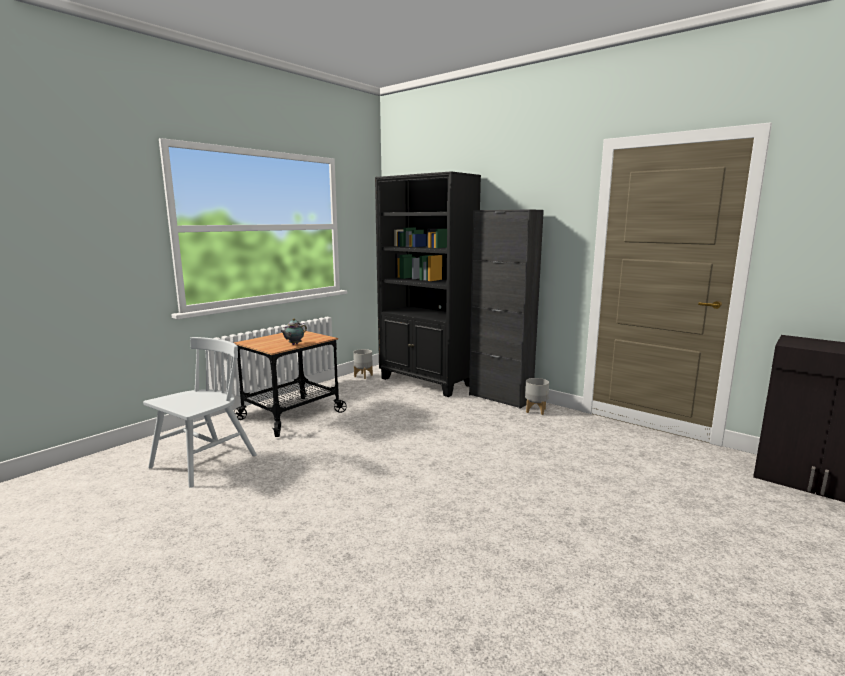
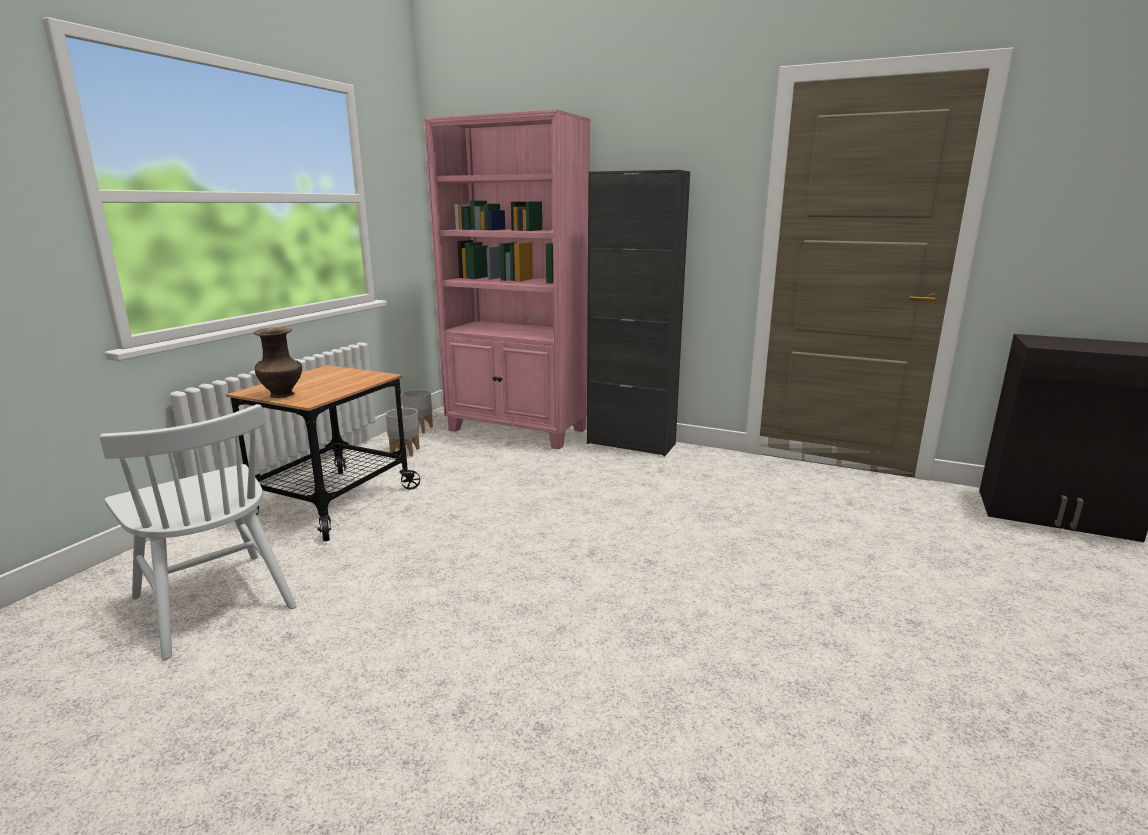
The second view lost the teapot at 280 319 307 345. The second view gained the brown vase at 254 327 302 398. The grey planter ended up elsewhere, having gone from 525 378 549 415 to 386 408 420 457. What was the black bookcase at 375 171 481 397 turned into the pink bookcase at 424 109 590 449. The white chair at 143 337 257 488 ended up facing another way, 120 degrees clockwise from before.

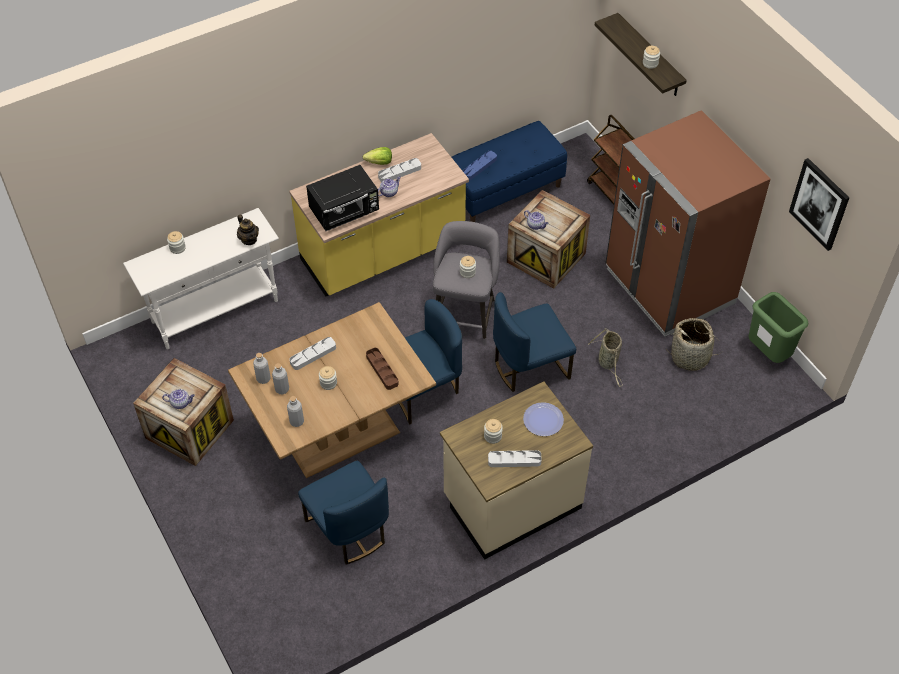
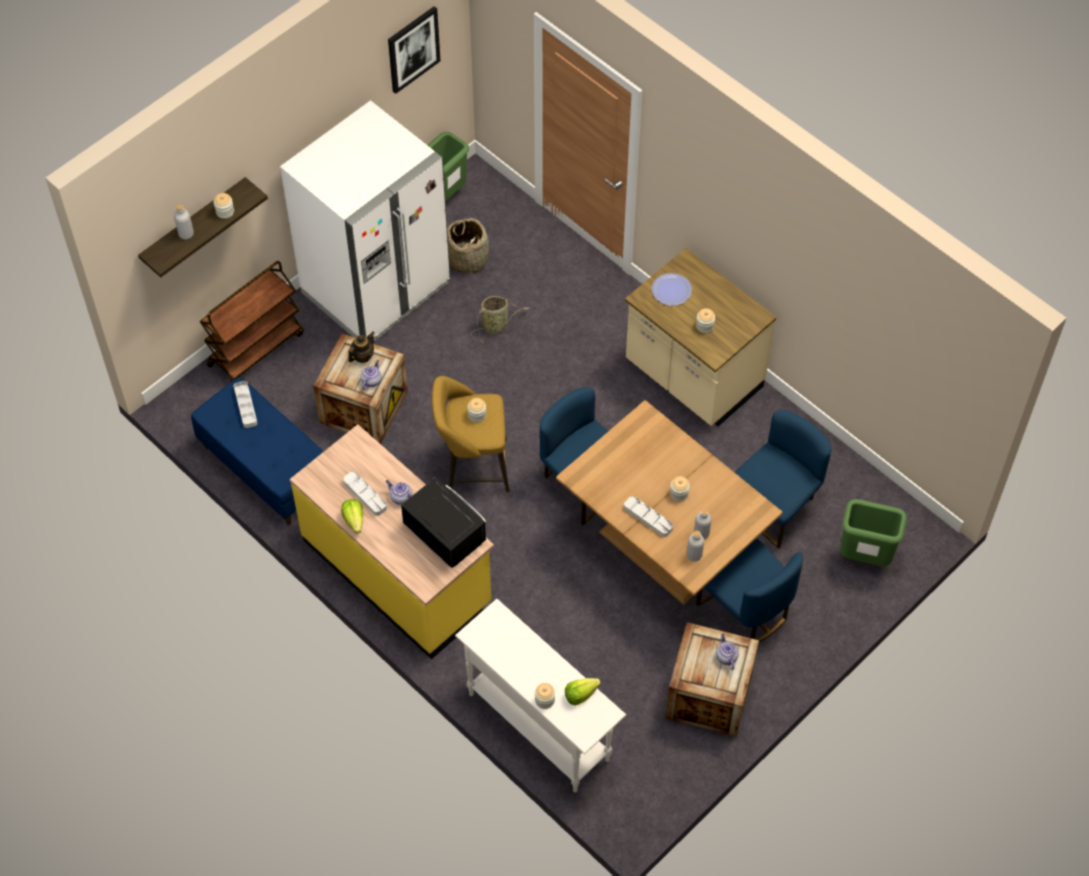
The second view lost the brown tray at 366 348 399 390. The second view lost the blue tray at 462 151 497 180. The second view gained the lettuce at 565 678 601 705. The second view gained the green trash can at 840 499 907 566. The teapot ended up elsewhere, having gone from 237 214 259 245 to 348 331 375 363. The grey bottle ended up elsewhere, having gone from 287 396 304 427 to 174 205 194 240. The grey tray ended up elsewhere, having gone from 488 450 542 467 to 234 381 257 428. The blue chair ended up elsewhere, having gone from 493 292 576 392 to 696 538 803 642. What was the grey stool at 433 221 500 345 turned into the yellow stool at 432 376 510 492. What was the brown fridge at 605 110 770 337 turned into the white fridge at 280 100 450 341.

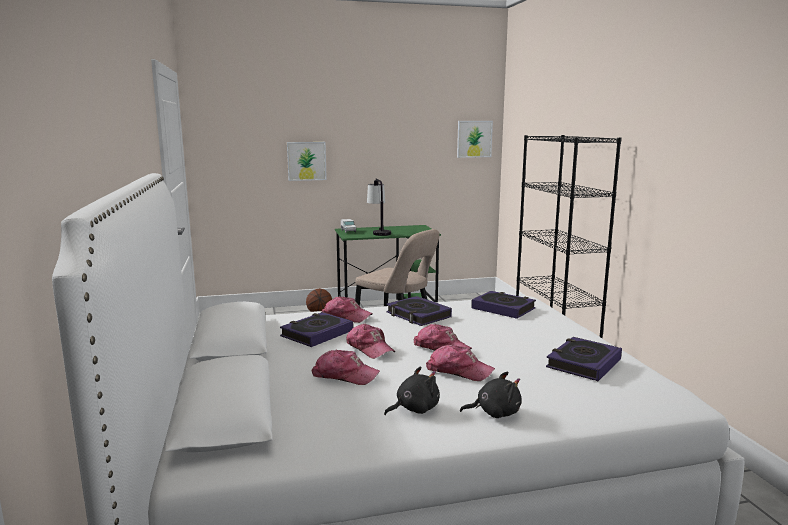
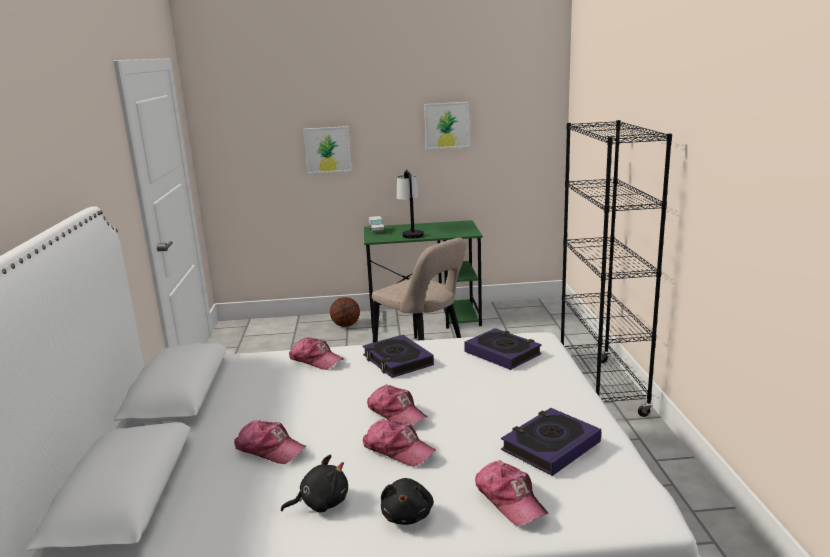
The second view lost the book at 280 312 353 347. The cap ended up elsewhere, having gone from 346 324 395 359 to 475 460 549 526. The picture ended up elsewhere, having gone from 457 121 493 158 to 424 102 470 149. The black plush toy at 460 371 521 418 ended up facing another way, 90 degrees clockwise from before.

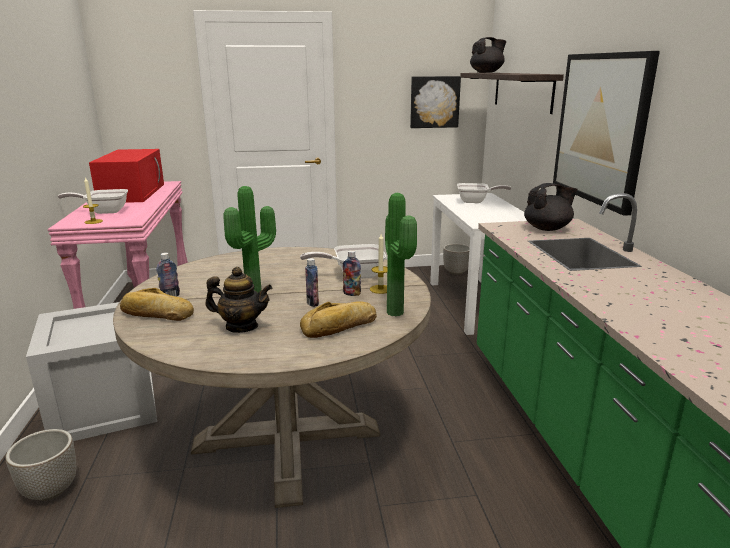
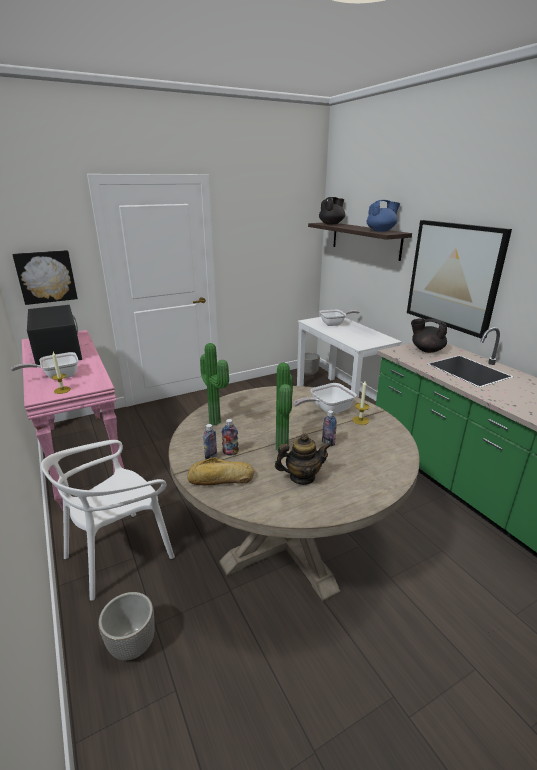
The second view lost the bread at 300 301 377 338. The second view gained the blue teapot at 367 200 400 232. The bottle ended up elsewhere, having gone from 343 250 361 296 to 221 419 239 456. The potted plant ended up elsewhere, having gone from 385 193 417 317 to 200 343 229 425. The picture ended up elsewhere, having gone from 410 76 461 128 to 13 250 78 305. Where the crate stood at 26 302 157 441, the white chair came to stand at 41 440 175 601. What was the red microwave at 89 149 164 203 turned into the black microwave at 27 305 82 365. The black teapot at 524 183 578 231 ended up facing another way, 120 degrees counterclockwise from before.

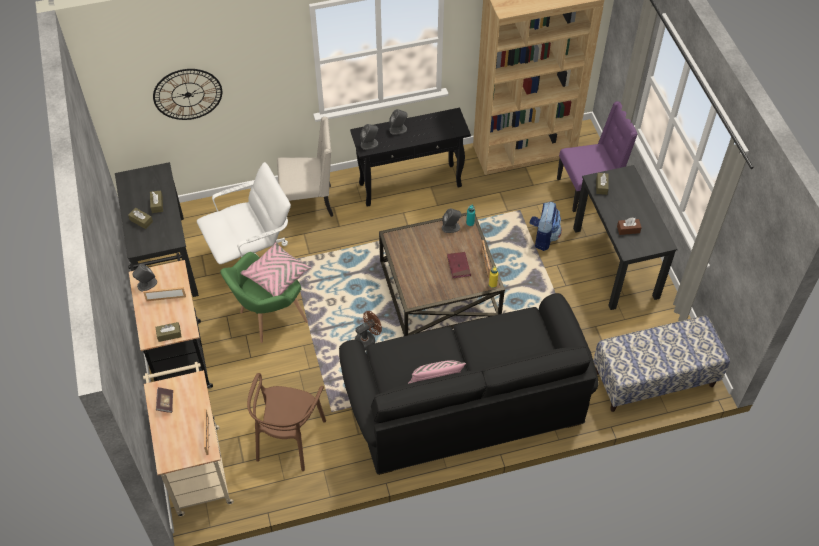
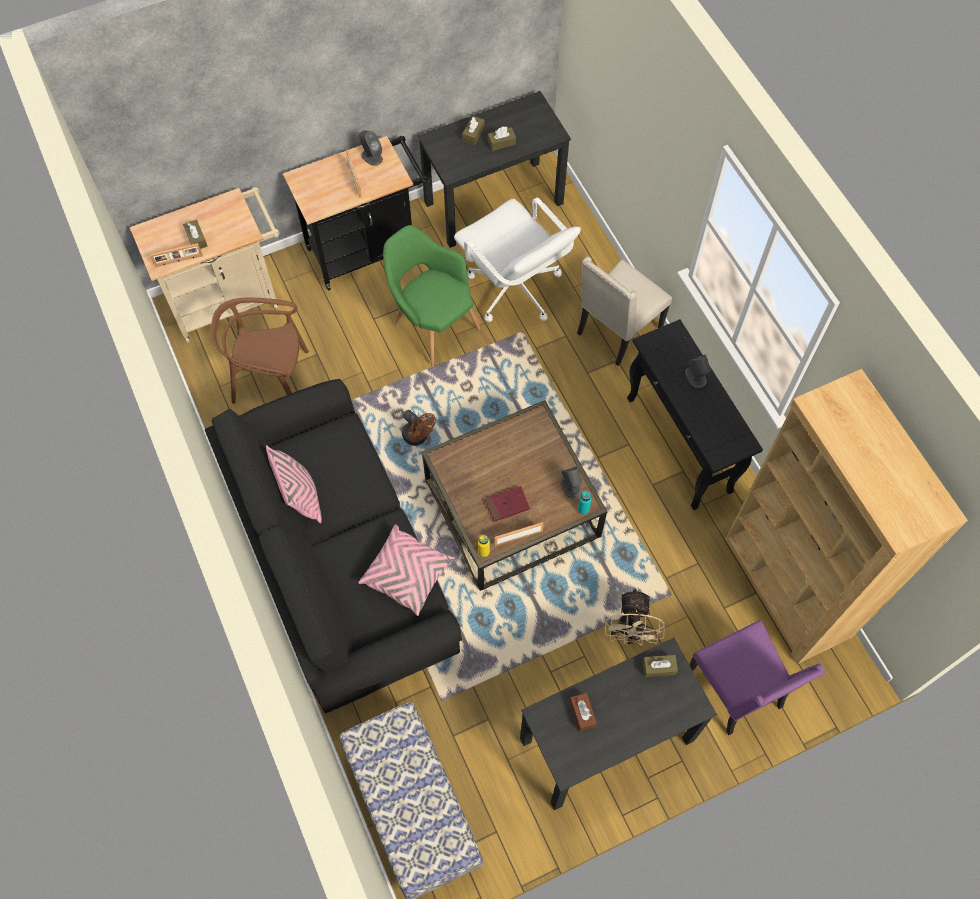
The second view lost the wall clock at 153 69 222 120. The second view lost the book at 156 387 173 413. The second view lost the grey speaker at 360 124 378 150. The brown tissue box ended up elsewhere, having gone from 156 322 182 342 to 183 219 207 249. The pink pillow ended up elsewhere, having gone from 240 242 311 296 to 358 524 455 616. Where the backpack stood at 529 202 562 251, the beige fan came to stand at 605 589 665 645. The beige chair at 277 117 333 217 ended up facing another way, 60 degrees clockwise from before.

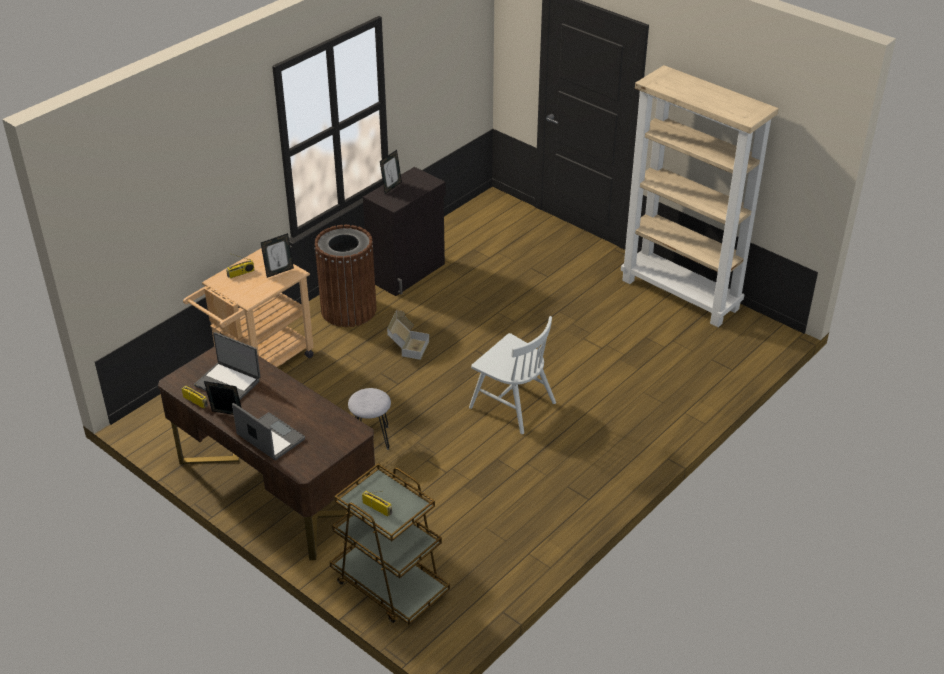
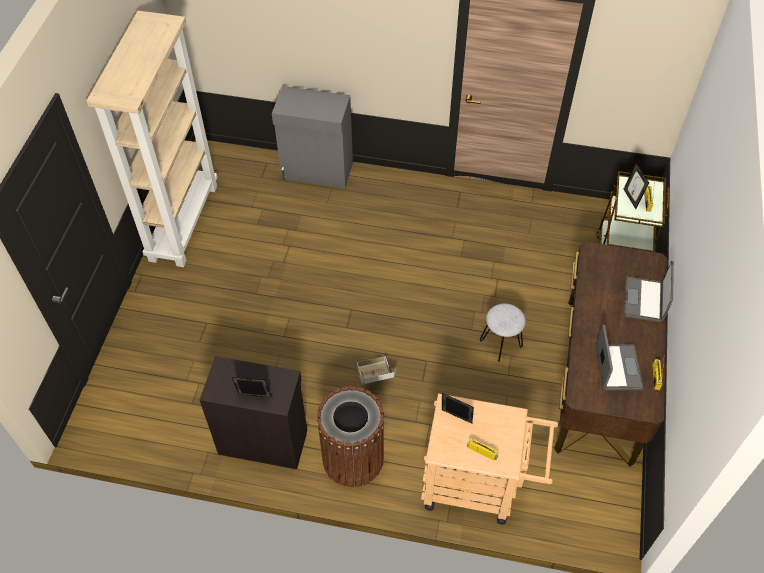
The second view lost the white chair at 469 316 556 434. The second view gained the grey cabinet at 272 86 353 189. The picture frame ended up elsewhere, having gone from 204 381 242 415 to 624 163 649 209.

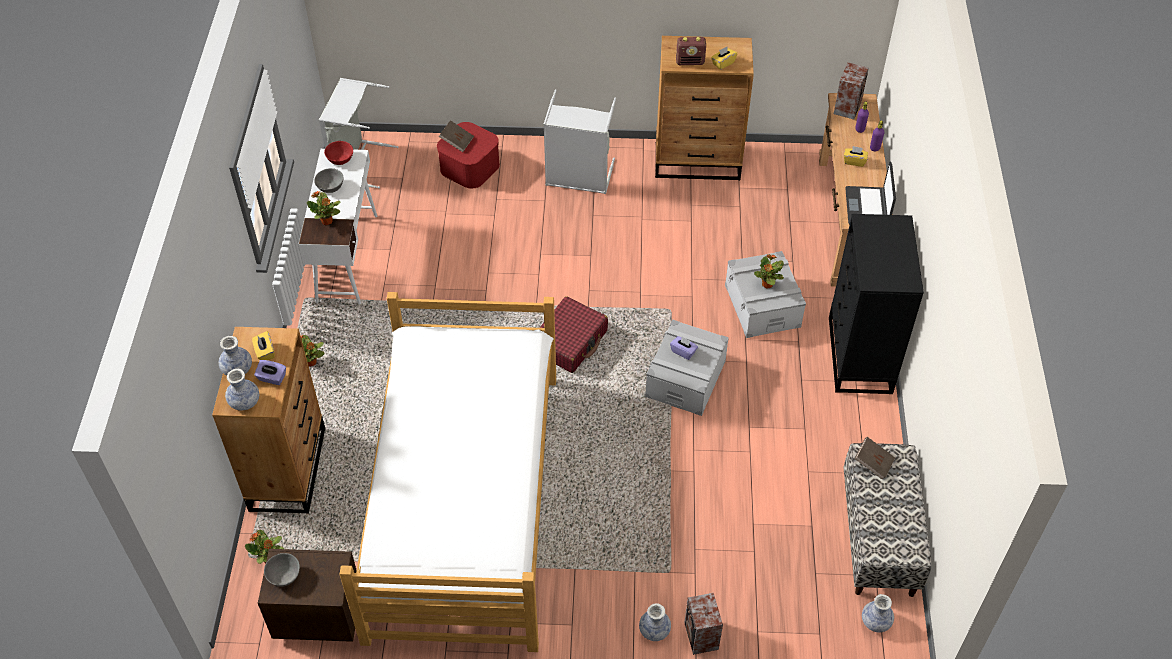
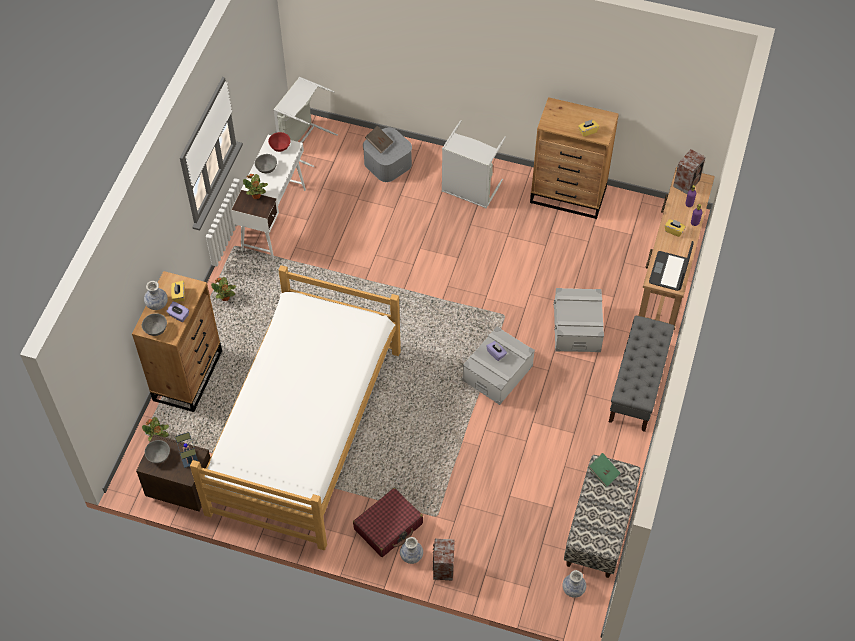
The second view lost the radio at 676 37 706 65. The second view lost the potted plant at 754 254 784 288. The second view gained the table lamp at 175 432 198 468. The red suitcase ended up elsewhere, having gone from 539 296 608 373 to 353 488 423 557. Where the vase stood at 225 368 259 411, the grey bowl came to stand at 142 313 167 336. Where the black dresser stood at 829 214 924 394, the grey bench came to stand at 609 316 674 432. What was the red storage box at 437 122 500 189 turned into the grey storage box at 363 127 412 182. What was the brown book at 855 437 895 480 turned into the green book at 588 453 620 487.

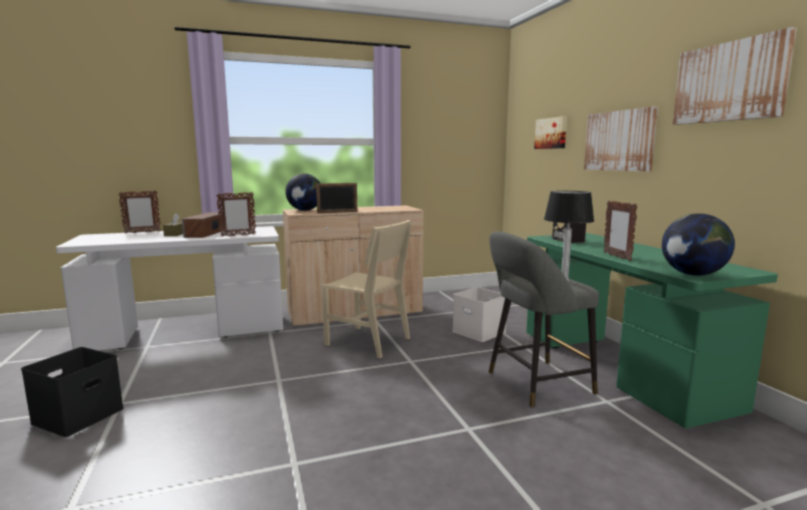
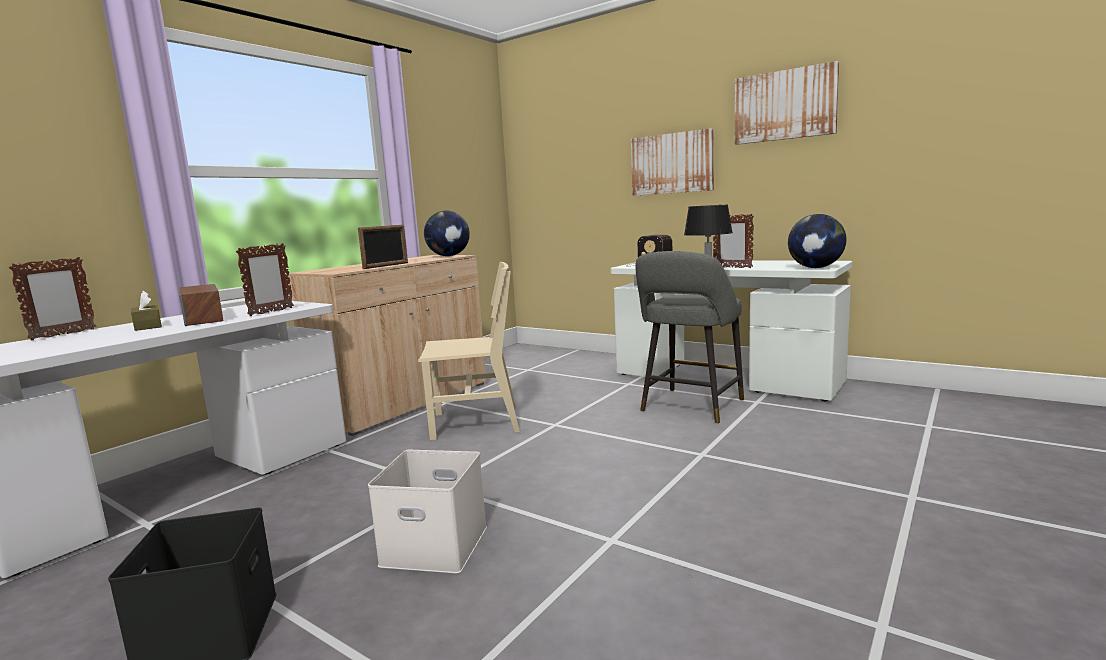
The second view lost the picture at 534 116 567 149. The globe ended up elsewhere, having gone from 285 173 321 211 to 424 211 470 256. The white storage box ended up elsewhere, having gone from 452 287 506 342 to 368 450 487 574. What was the green desk at 526 233 778 428 turned into the white desk at 610 260 852 401.

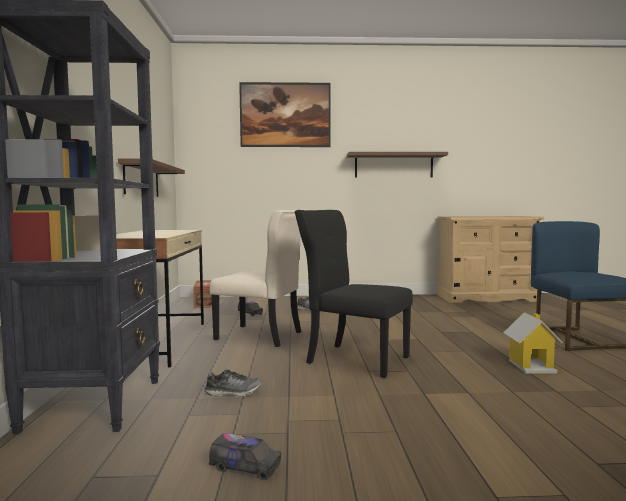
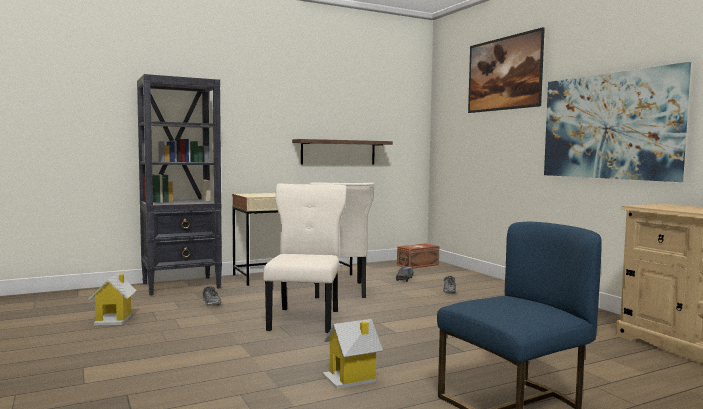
Where the toy truck stood at 209 433 281 480, the toy house came to stand at 89 273 137 325. Where the shelf hung at 346 152 448 178, the picture came to hang at 544 62 691 182. What was the black chair at 295 210 413 378 turned into the beige chair at 263 183 347 333.

